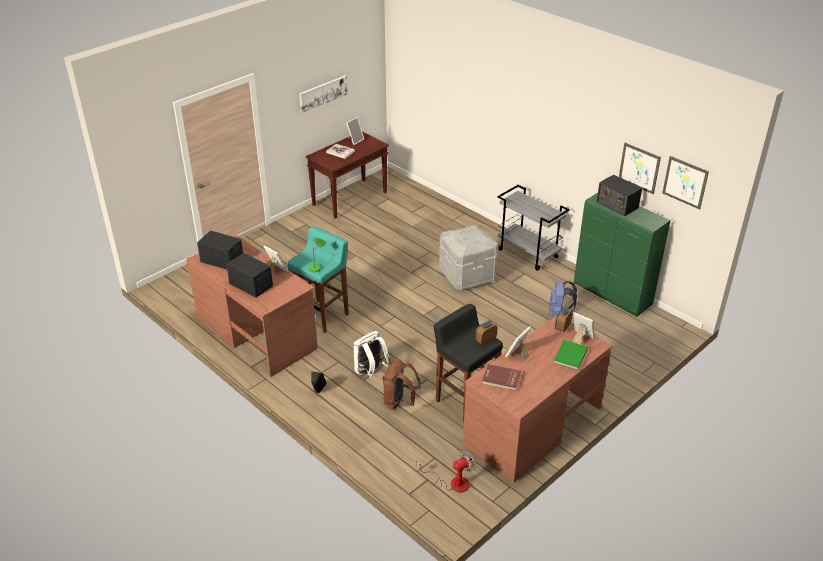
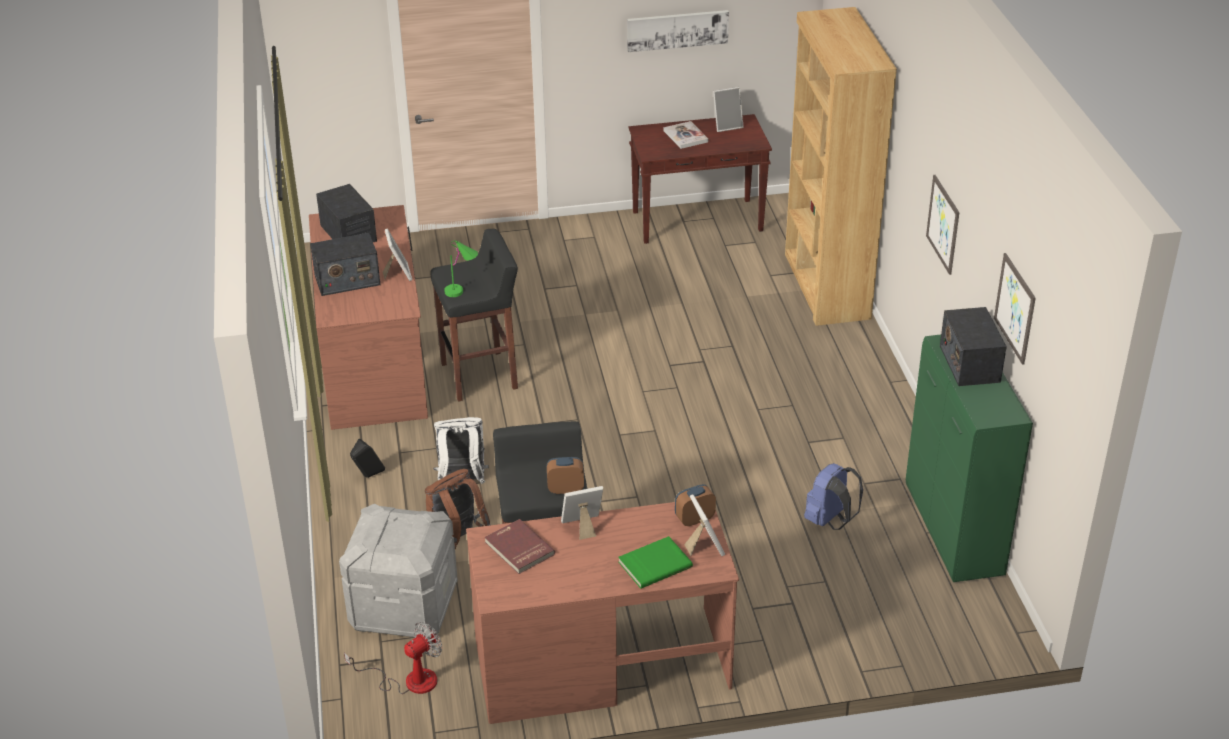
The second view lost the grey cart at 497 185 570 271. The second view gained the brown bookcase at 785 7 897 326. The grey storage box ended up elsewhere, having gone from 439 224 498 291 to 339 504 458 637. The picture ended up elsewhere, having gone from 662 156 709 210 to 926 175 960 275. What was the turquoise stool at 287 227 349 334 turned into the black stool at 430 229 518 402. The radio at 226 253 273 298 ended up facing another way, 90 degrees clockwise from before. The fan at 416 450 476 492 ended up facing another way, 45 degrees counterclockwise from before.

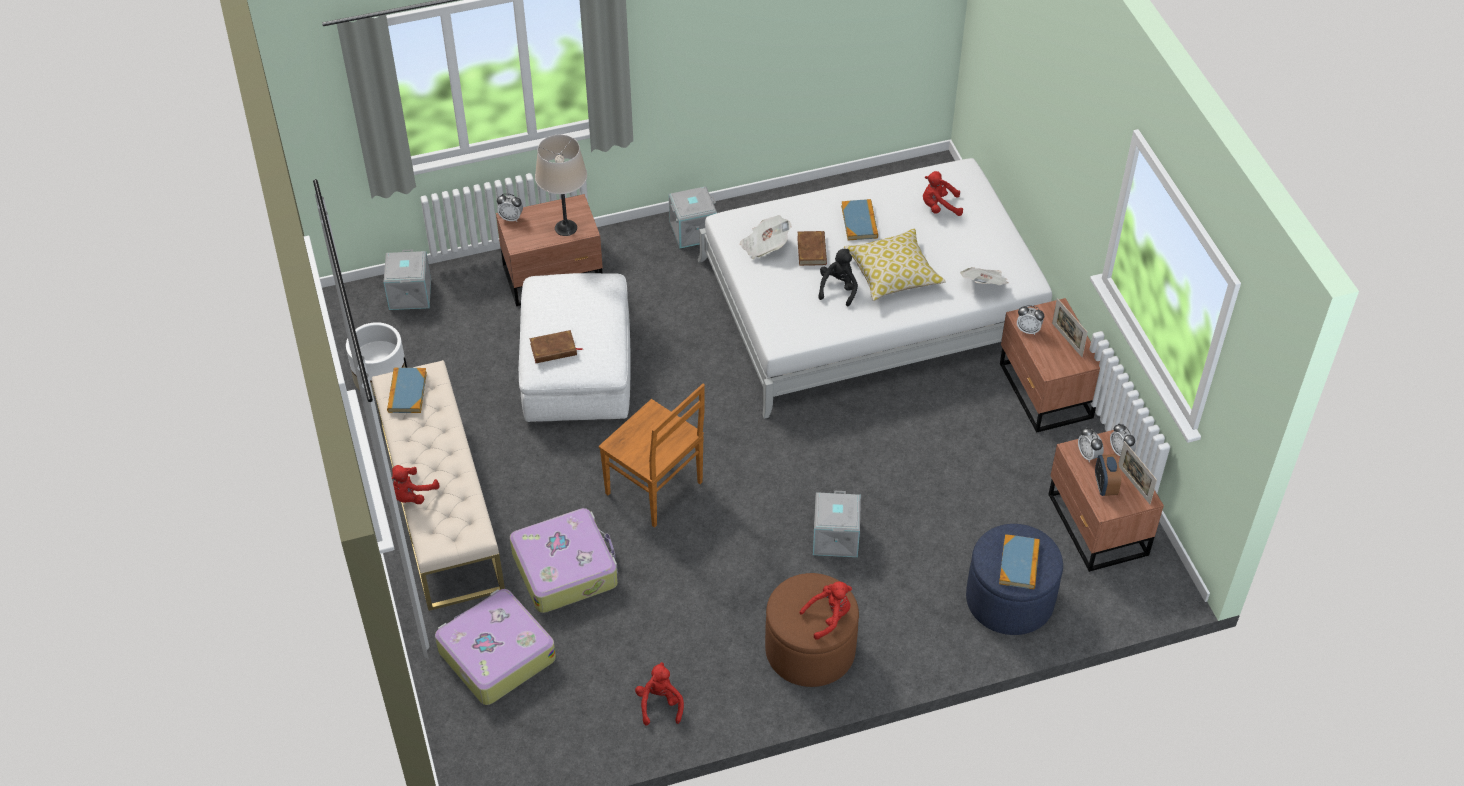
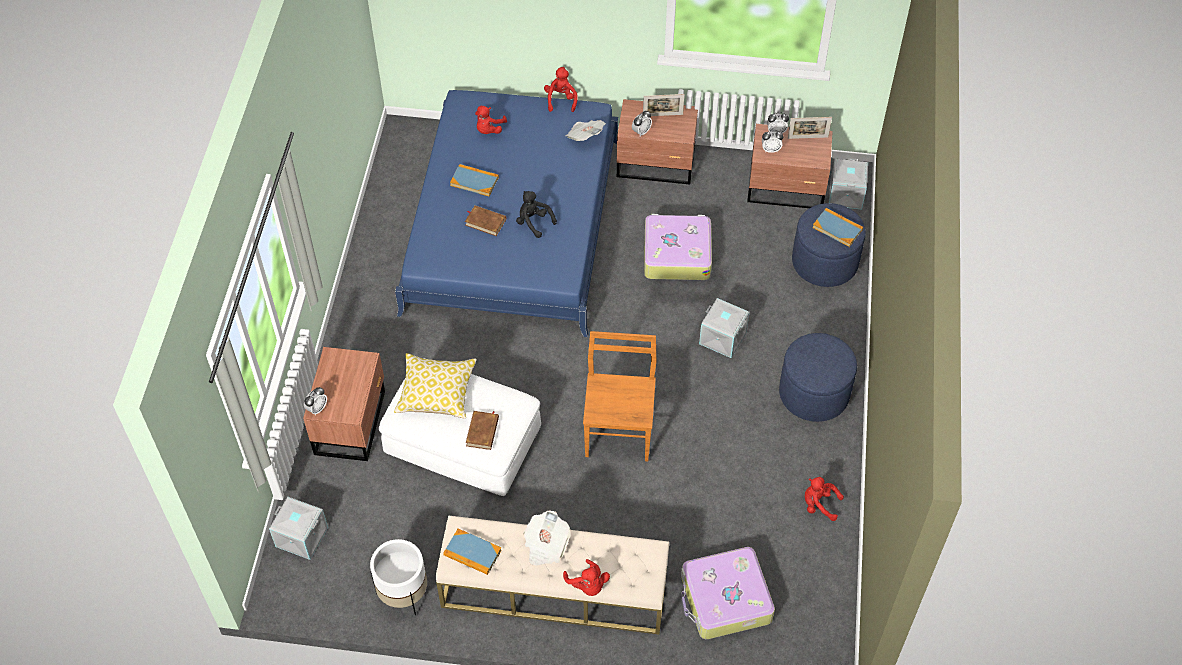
The second view lost the beige table lamp at 535 135 587 236. The second view lost the alarm clock at 1095 454 1121 496. The suitcase ended up elsewhere, having gone from 510 508 618 613 to 644 214 712 280. The grey storage box ended up elsewhere, having gone from 669 186 717 248 to 829 158 868 210. The newspaper ended up elsewhere, having gone from 740 215 792 259 to 523 511 571 565. The red plush toy ended up elsewhere, having gone from 799 581 852 640 to 544 67 578 112. The pillow ended up elsewhere, having gone from 844 229 946 301 to 394 353 477 419. What was the white bed at 697 158 1052 419 turned into the blue bed at 395 90 618 337. What was the brown ottoman at 765 573 859 687 turned into the blue ottoman at 779 333 857 422. The brown chair at 599 384 705 528 ended up facing another way, 60 degrees counterclockwise from before.

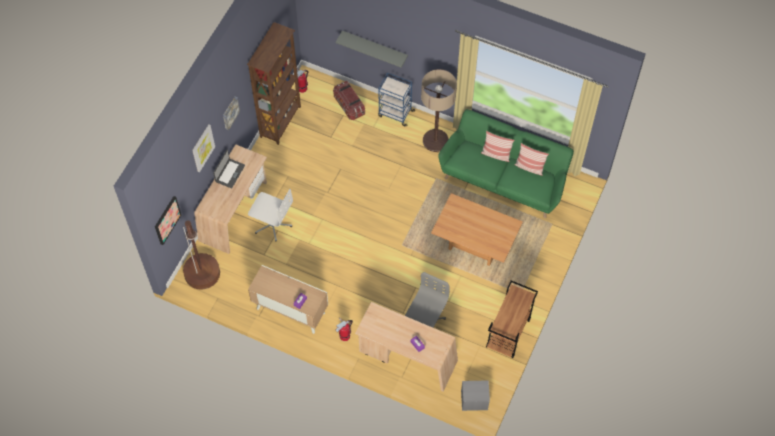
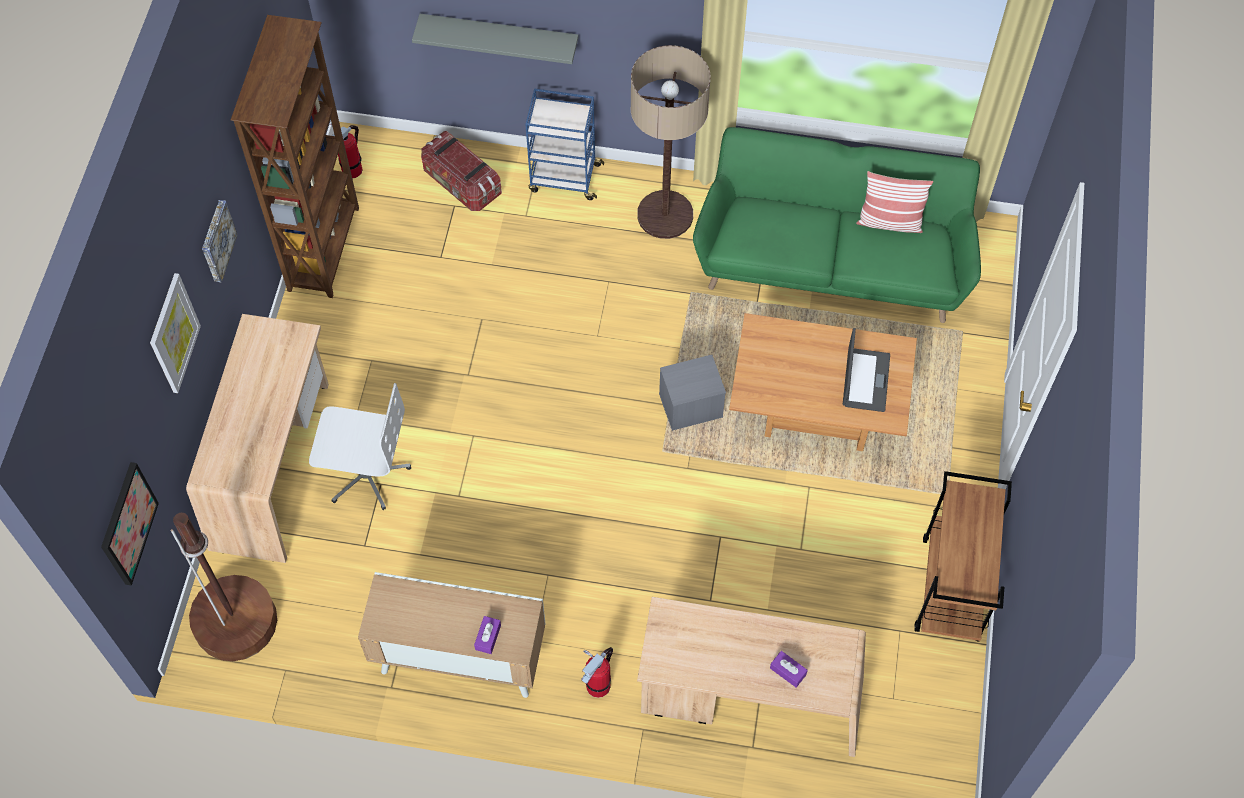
The second view lost the grey office chair at 405 272 450 328. The second view lost the pillow at 481 131 515 162. The laptop ended up elsewhere, having gone from 213 150 245 188 to 843 328 890 412. The grey storage box ended up elsewhere, having gone from 461 380 490 411 to 659 355 726 431.

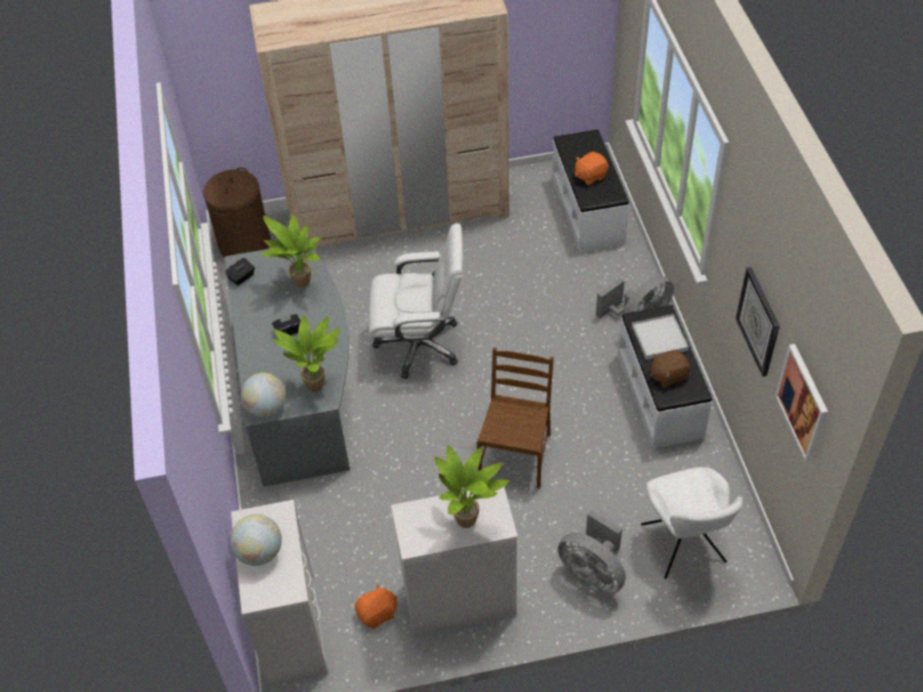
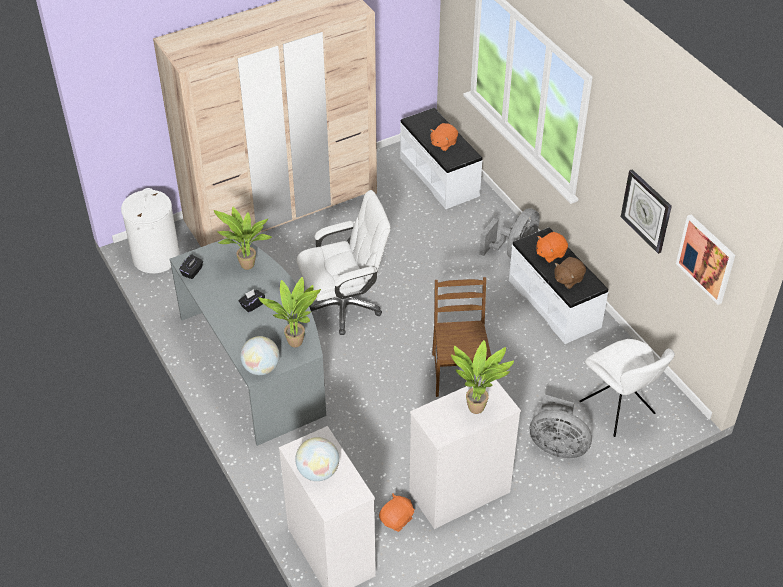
Where the white tray stood at 632 314 689 360, the orange plush toy came to stand at 536 232 568 263. What was the brown laundry basket at 203 167 271 258 turned into the white laundry basket at 121 188 180 273.

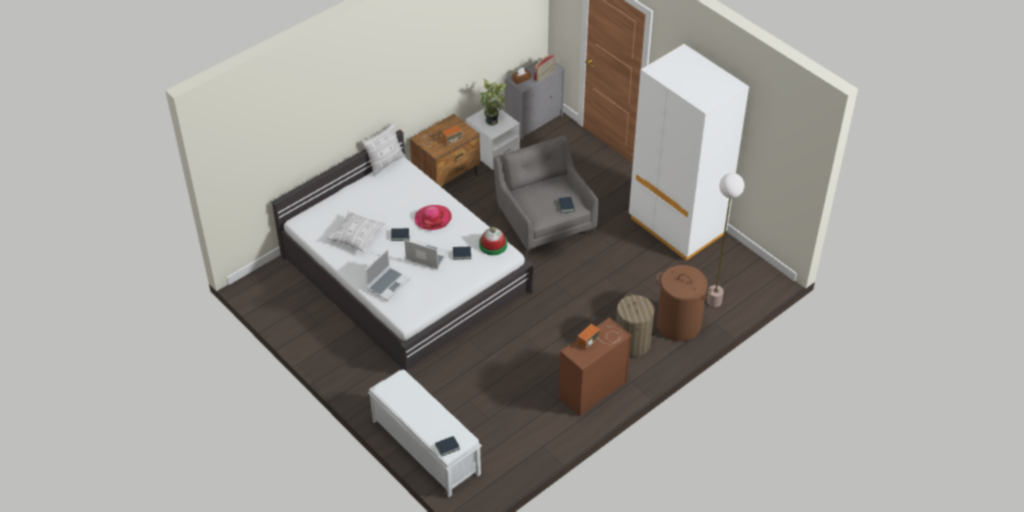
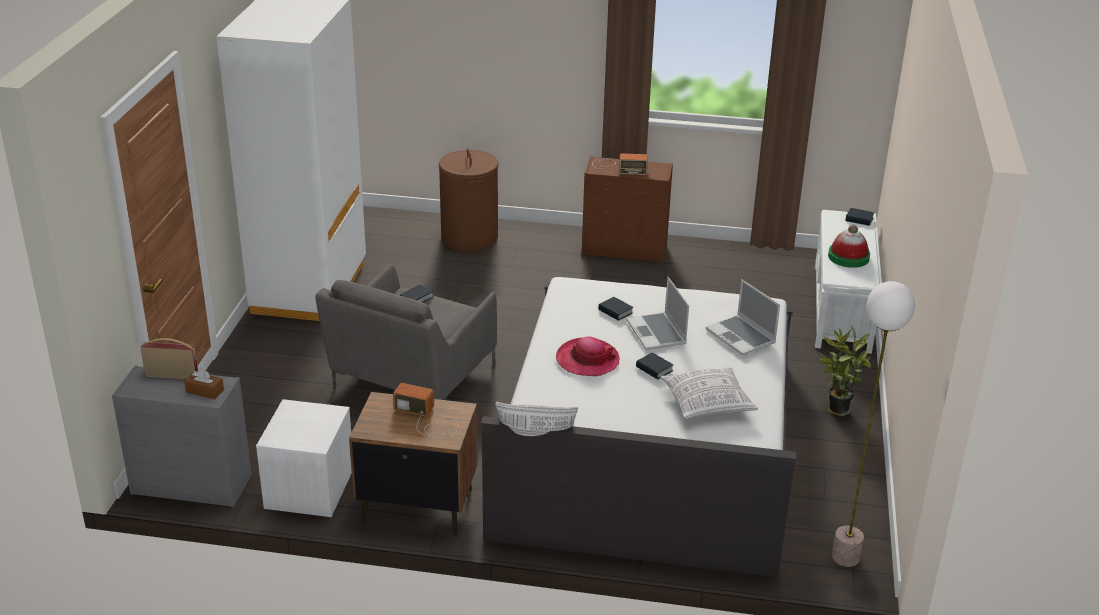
The second view lost the laundry basket at 616 293 655 357. The hat ended up elsewhere, having gone from 479 227 507 255 to 828 225 870 268. The potted plant ended up elsewhere, having gone from 480 79 507 126 to 819 325 871 416. The floor lamp ended up elsewhere, having gone from 707 173 744 307 to 832 281 915 567. The laptop at 365 249 410 301 ended up facing another way, 120 degrees counterclockwise from before.

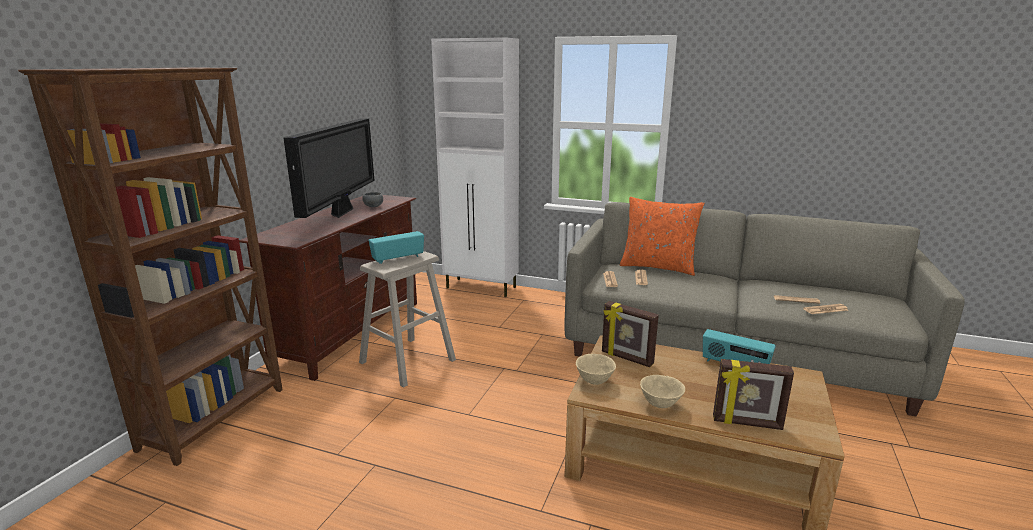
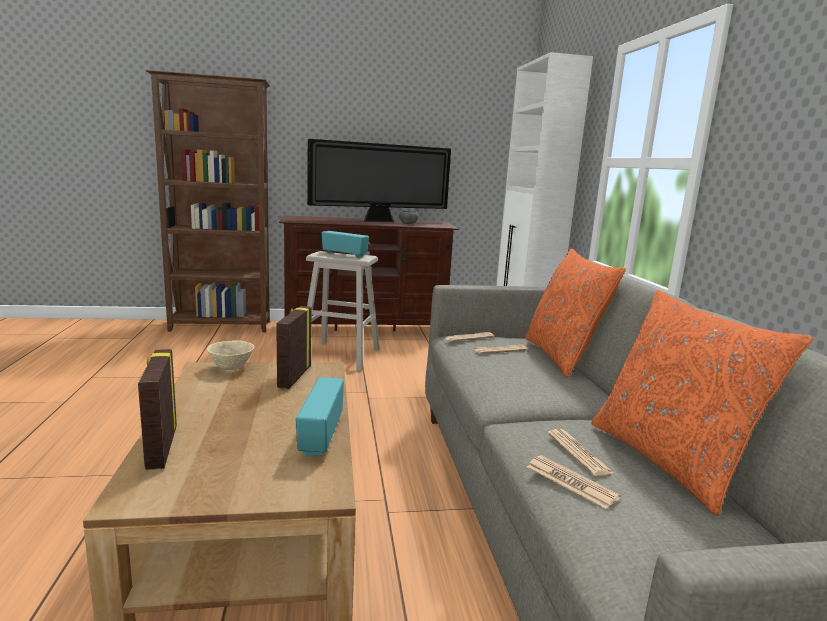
The second view lost the beige bowl at 640 375 685 408. The second view gained the orange pillow at 591 290 813 516.

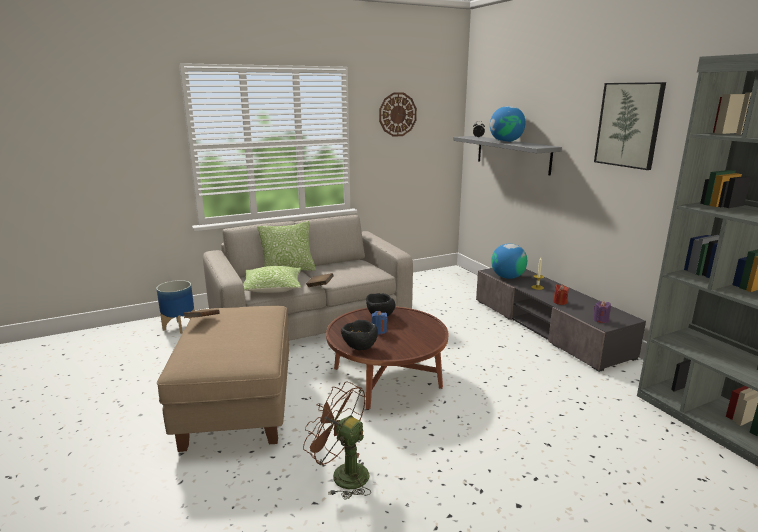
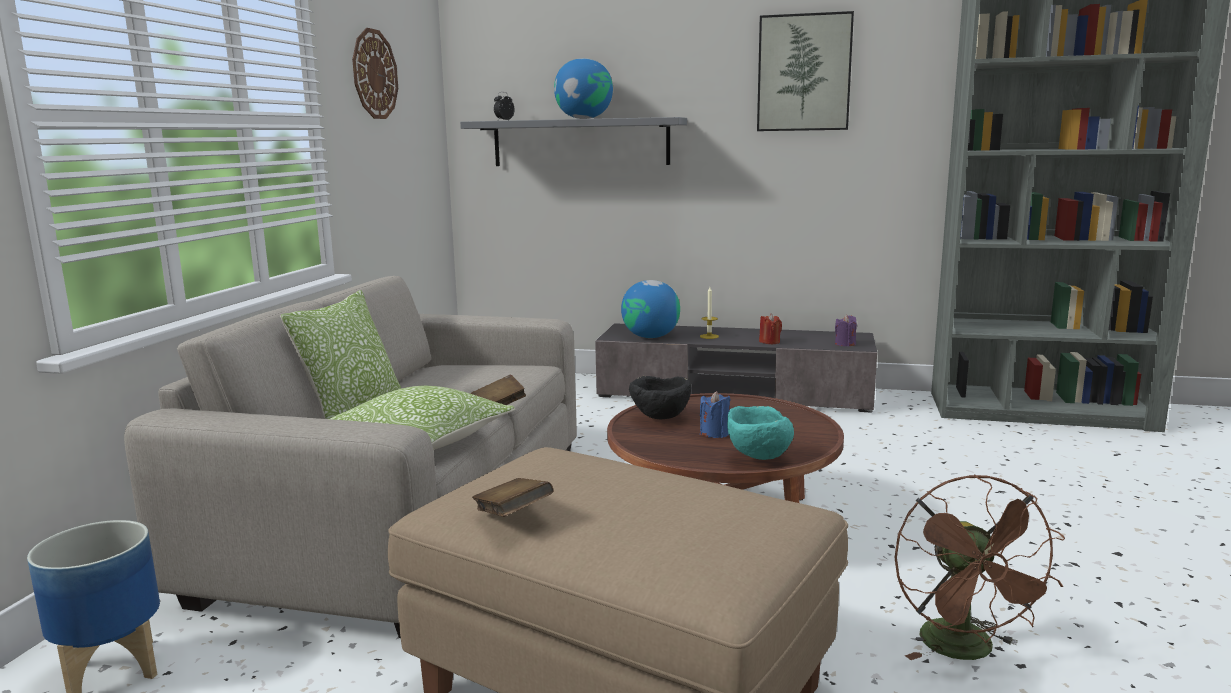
What was the black bowl at 341 320 378 350 turned into the turquoise bowl at 727 406 794 460. The brown fan at 303 381 371 499 ended up facing another way, 75 degrees counterclockwise from before.

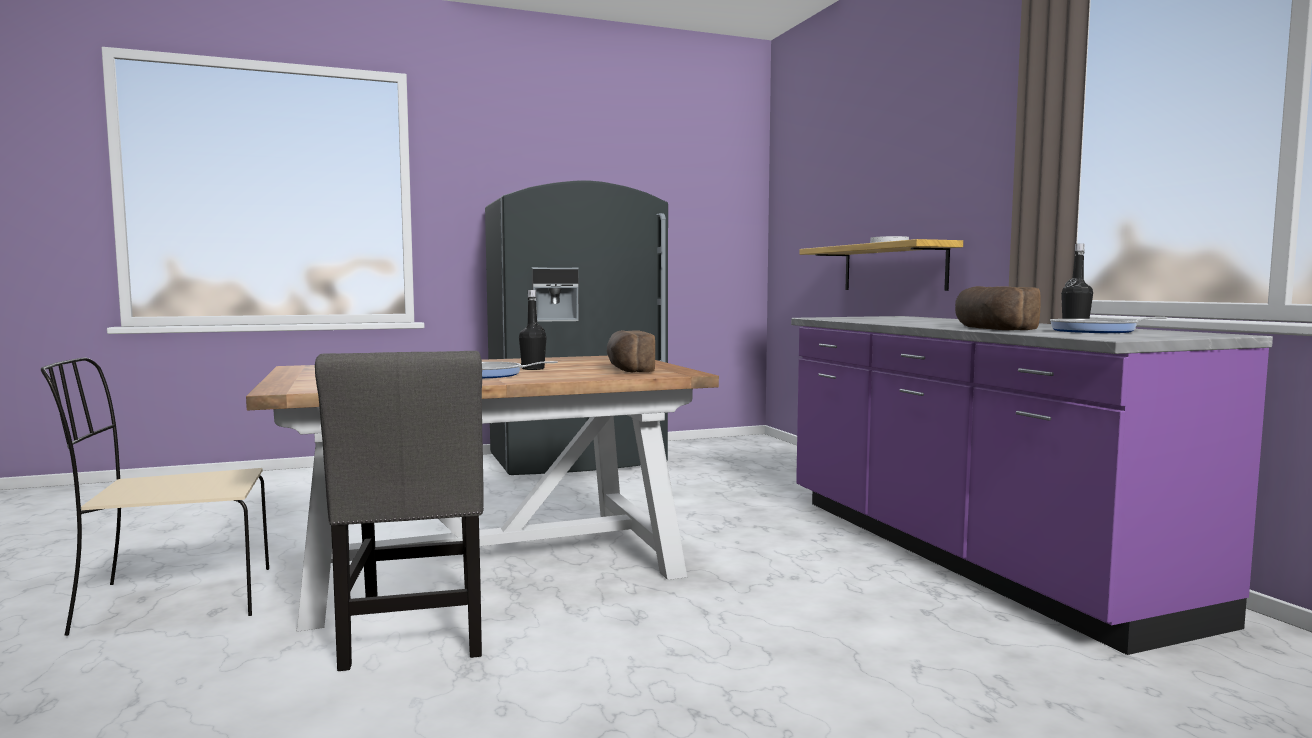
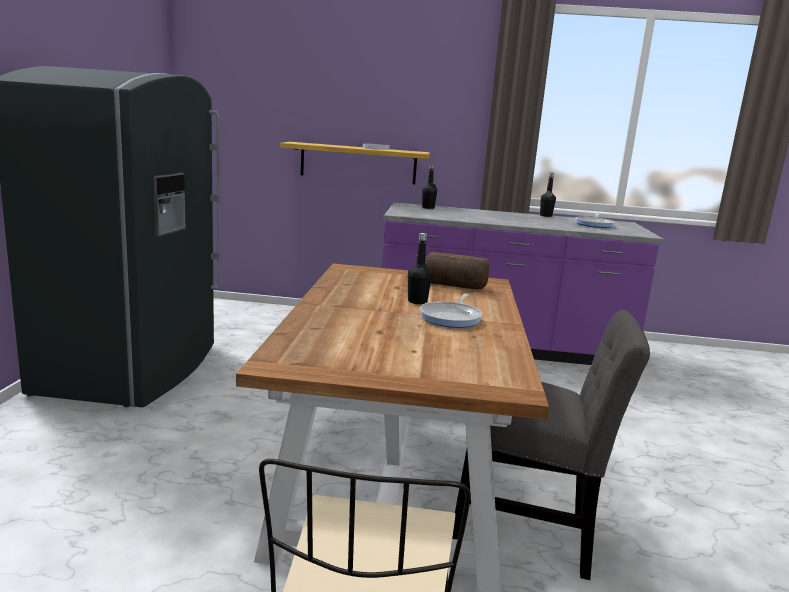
The second view lost the bread at 955 286 1041 330. The second view gained the black bottle at 422 164 437 209.

